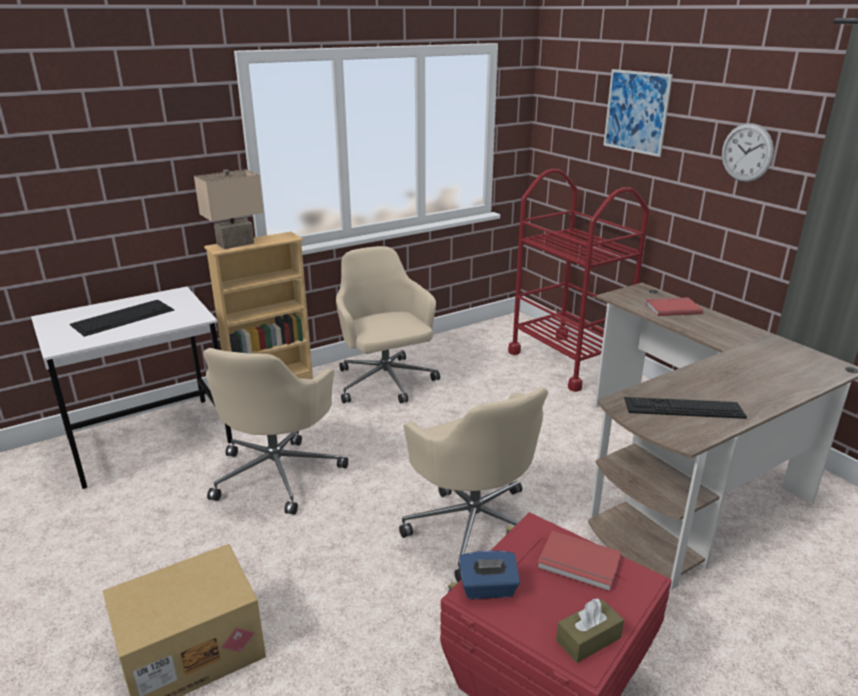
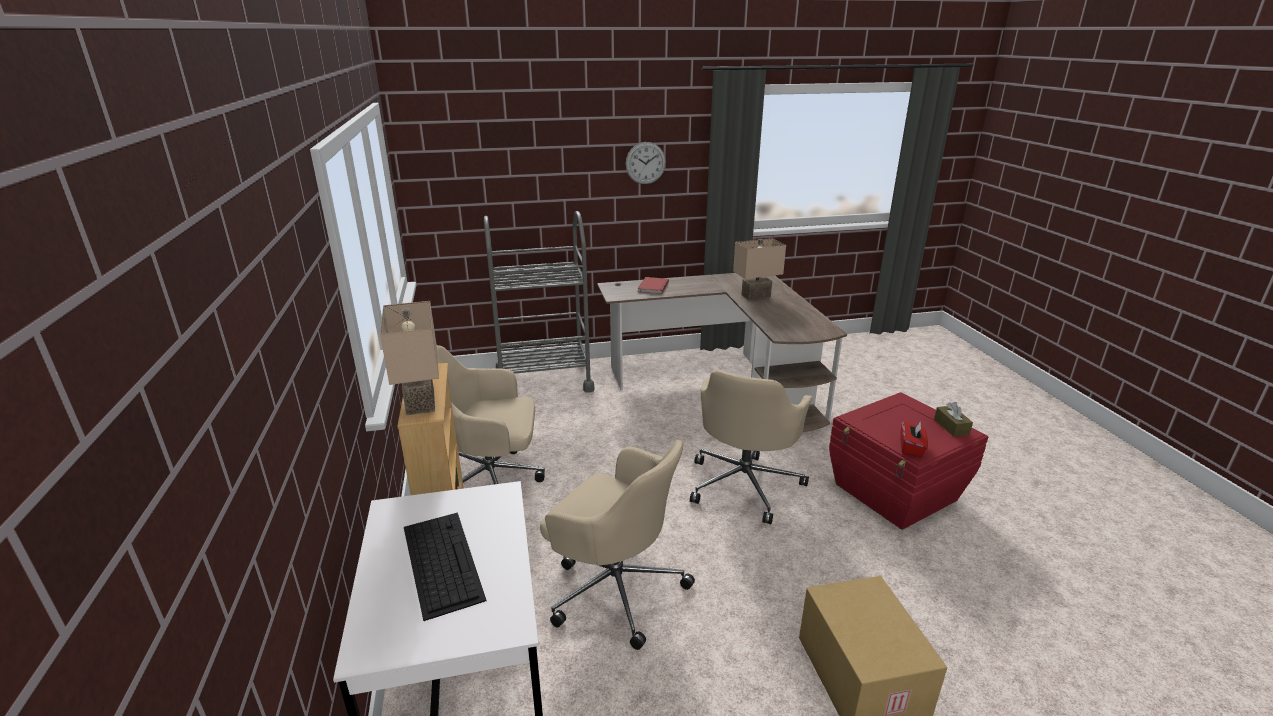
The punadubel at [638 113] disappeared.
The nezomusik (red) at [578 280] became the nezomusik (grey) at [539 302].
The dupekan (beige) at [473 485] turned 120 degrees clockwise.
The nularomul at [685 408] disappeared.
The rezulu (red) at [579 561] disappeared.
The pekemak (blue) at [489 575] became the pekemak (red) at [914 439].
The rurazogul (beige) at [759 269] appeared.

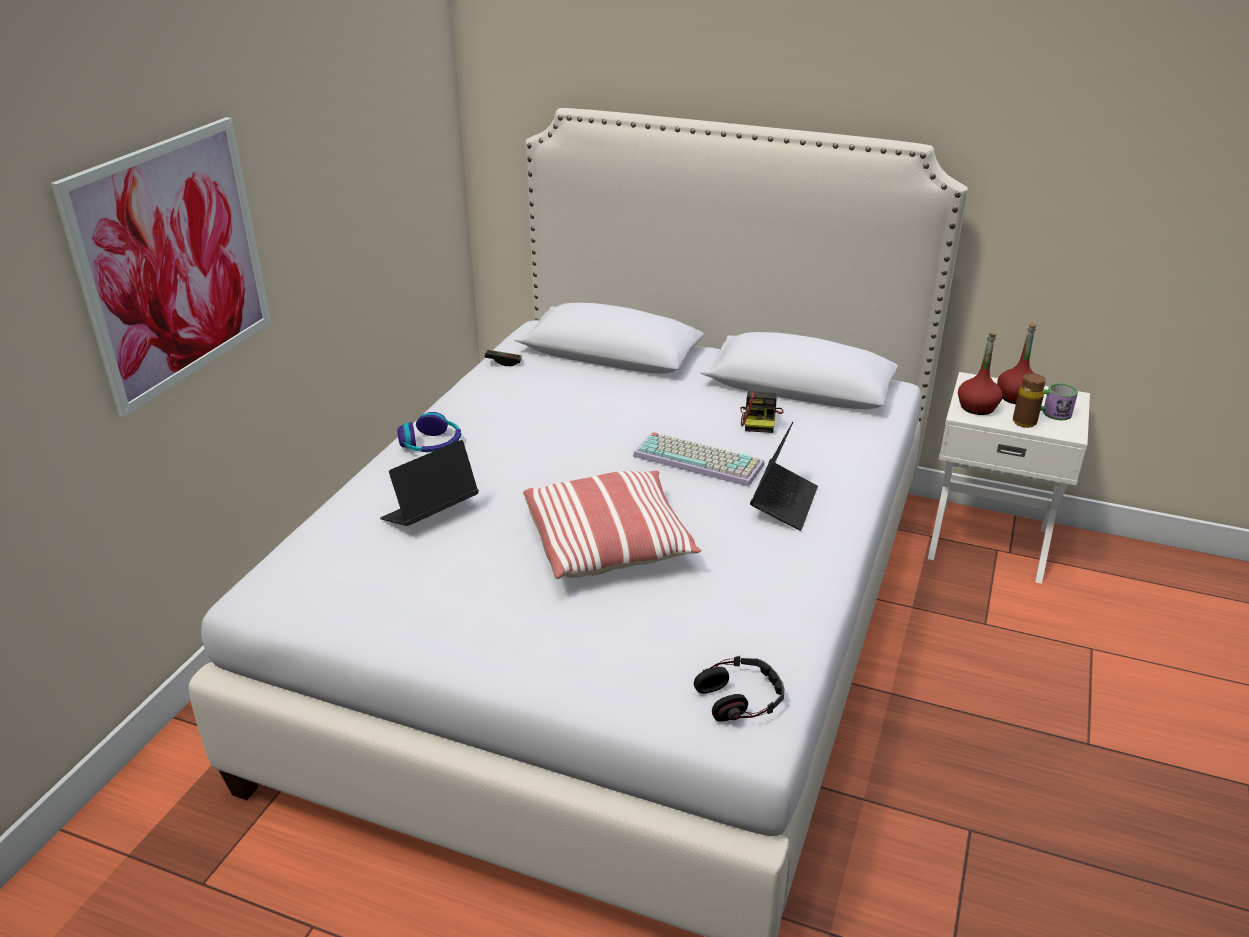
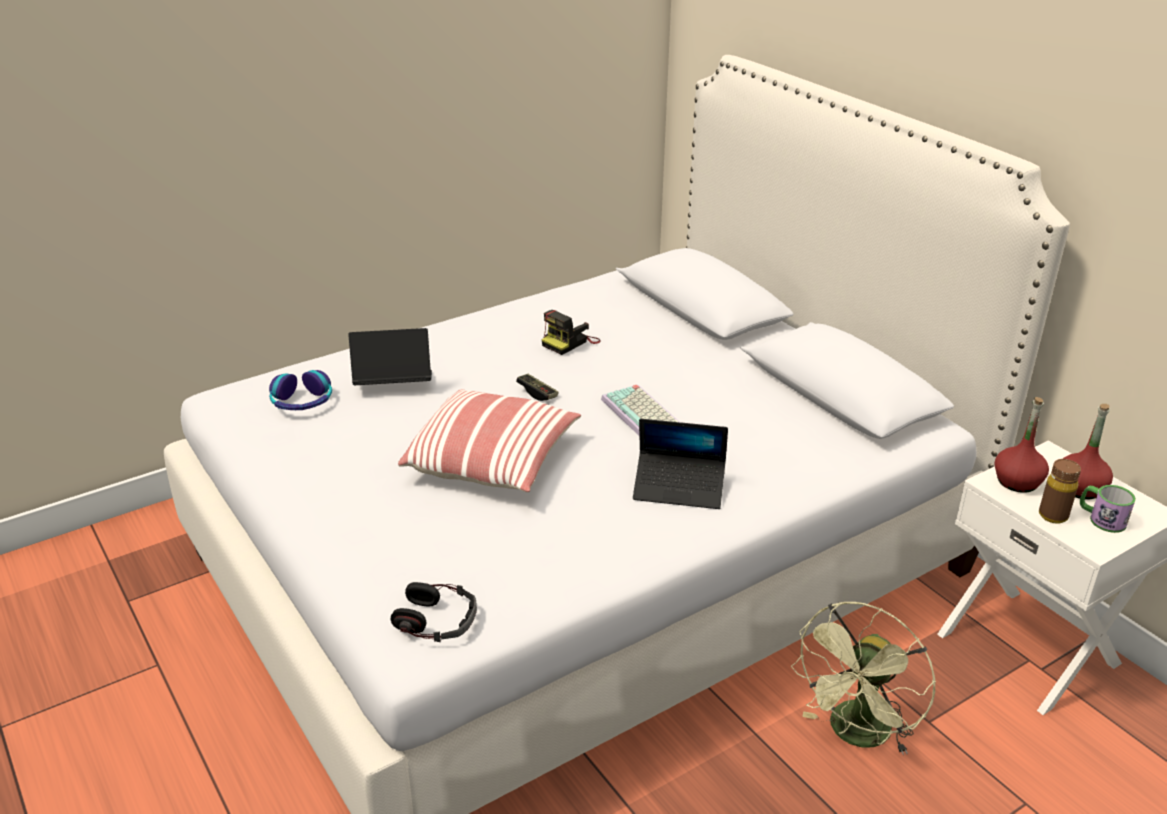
The punadubel at [161 267] disappeared.
The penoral moved from [503 358] to [537 387].
The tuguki moved from [762 412] to [571 332].
The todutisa moved from [429 432] to [300 390].
The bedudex at [784 476] turned 45 degrees clockwise.
The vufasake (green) at [863 678] appeared.

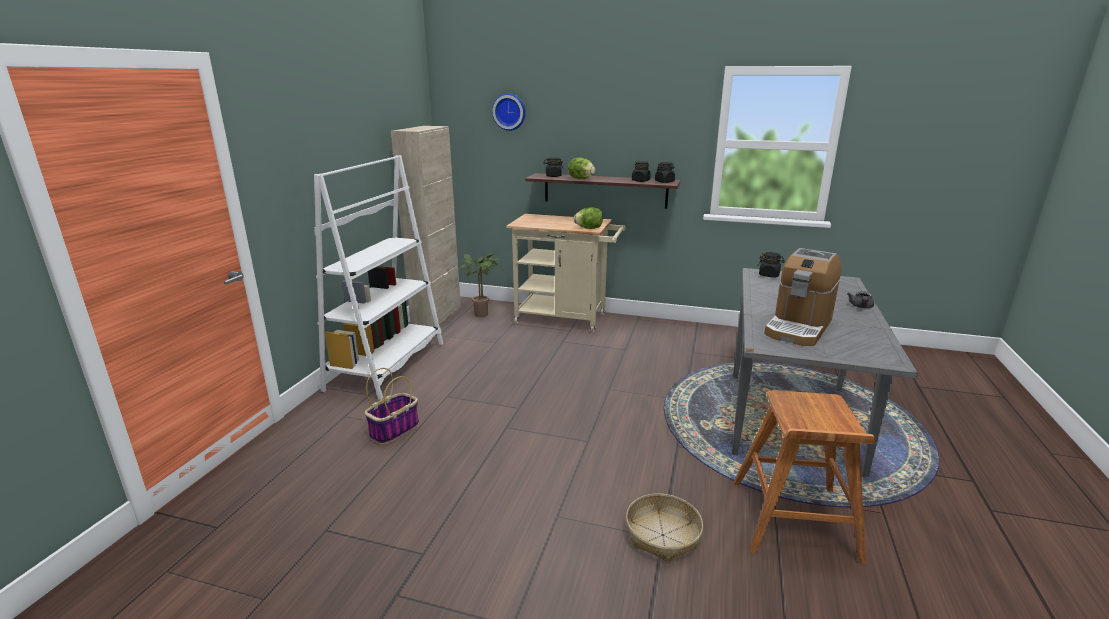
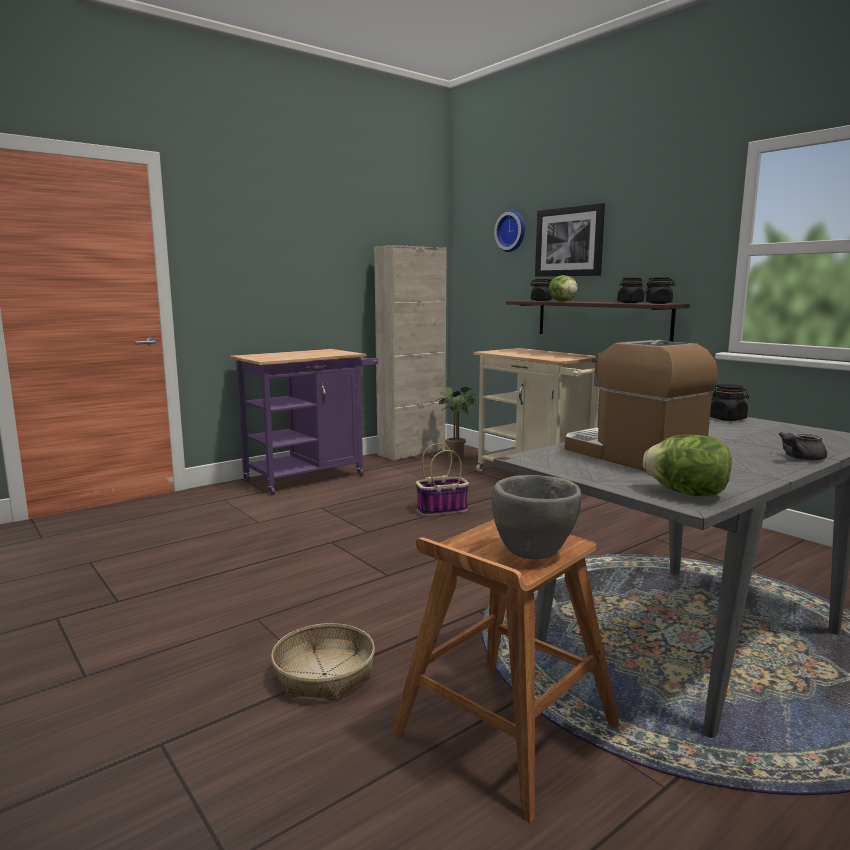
The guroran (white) at [378 277] was replaced by the nezomusik (purple) at [304 422].
The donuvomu moved from [588 218] to [687 465].
The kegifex at [802 297] turned 75 degrees clockwise.
The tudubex moved from [392 406] to [442 479].
The punadubel at [570 240] appeared.
The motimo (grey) at [537 517] appeared.

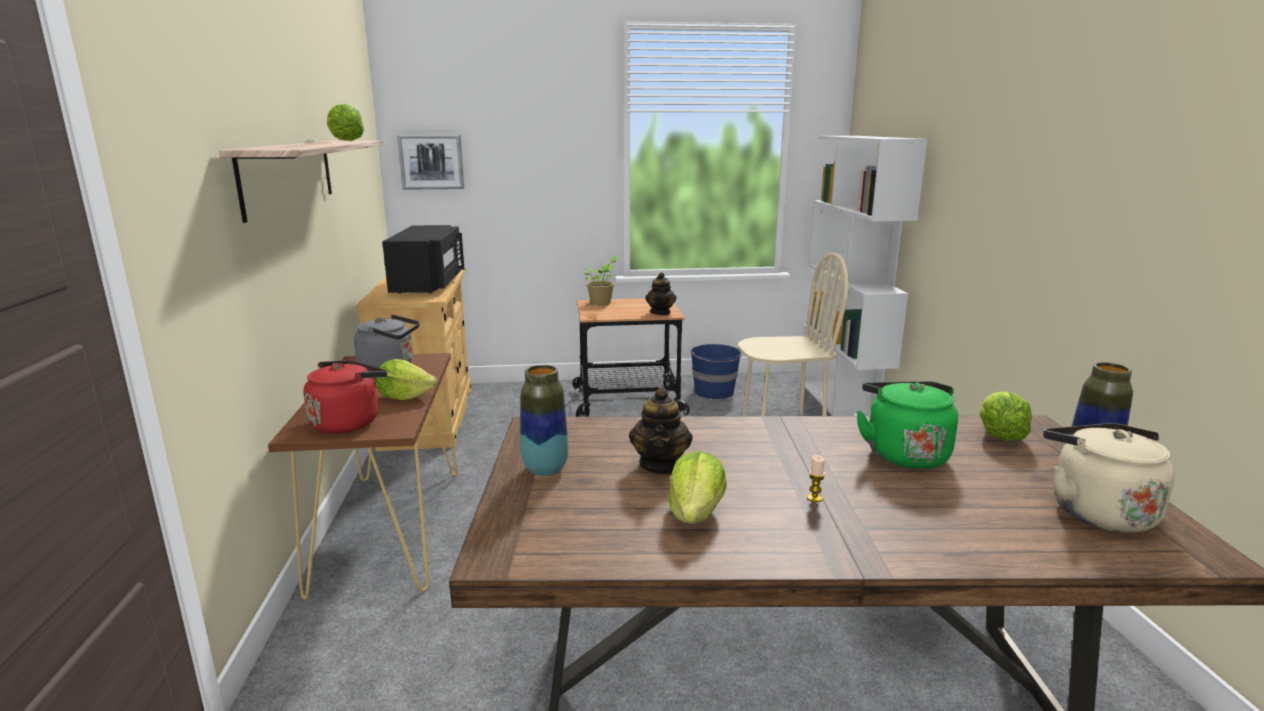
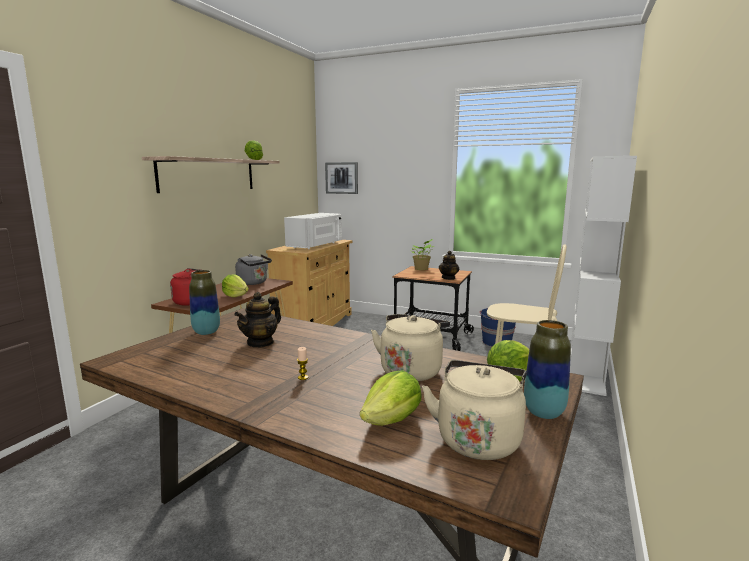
The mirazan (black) at [423 259] became the mirazan (white) at [313 231].
The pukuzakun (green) at [907 425] became the pukuzakun (beige) at [410 347].
The donuvomu moved from [697 487] to [391 398].

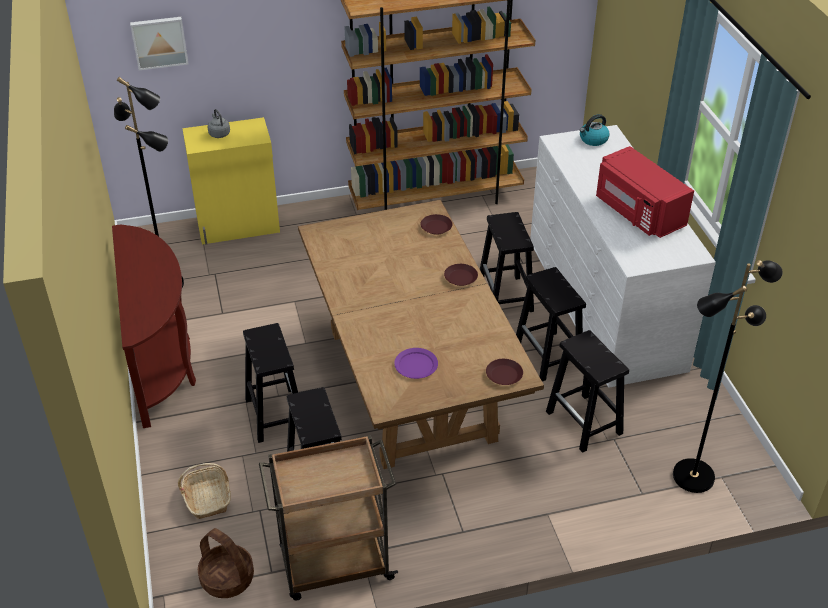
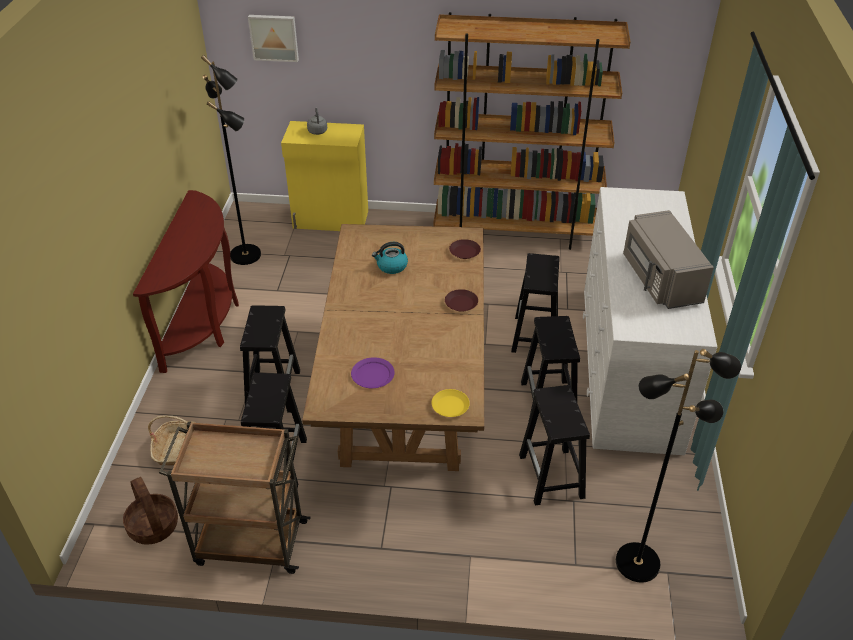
The pukuzakun moved from [594 130] to [390 258].
The mirazan (red) at [645 192] became the mirazan (grey) at [668 259].
The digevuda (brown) at [504 372] became the digevuda (yellow) at [451 403].

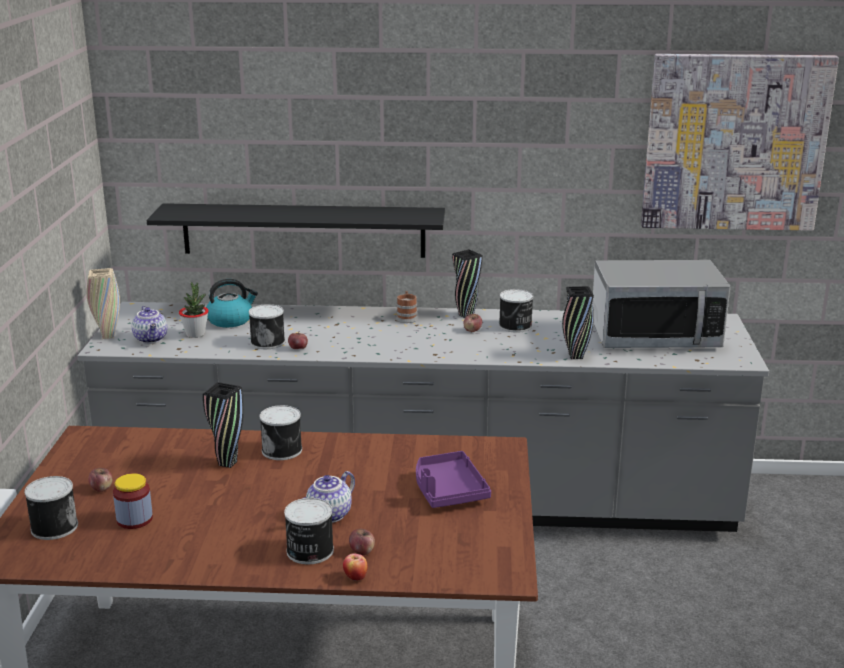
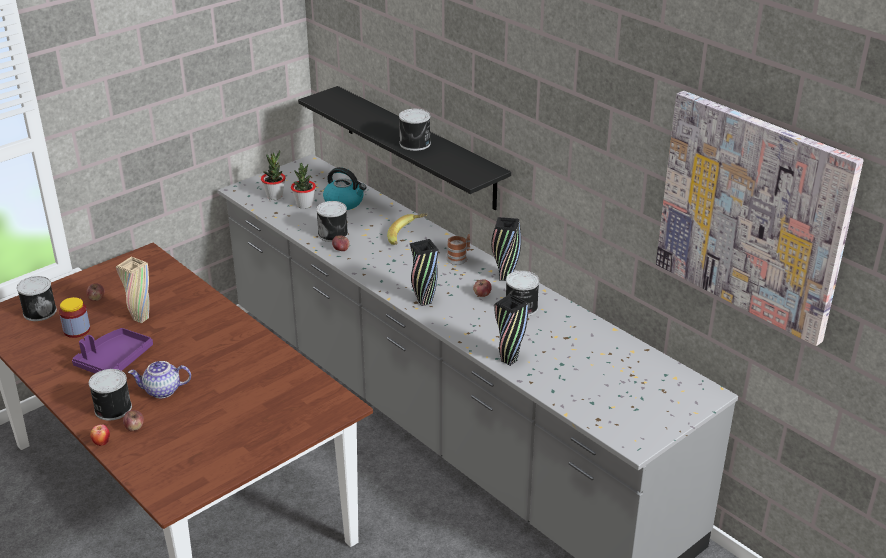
The mirazan at [661 304] disappeared.
The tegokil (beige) moved from [103 303] to [133 290].
The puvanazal at [149 325] was replaced by the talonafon at [273 175].
The tegokil (black) moved from [223 425] to [424 272].
The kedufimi moved from [281 432] to [415 129].
The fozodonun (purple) moved from [453 479] to [112 350].
The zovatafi at [407 229] appeared.

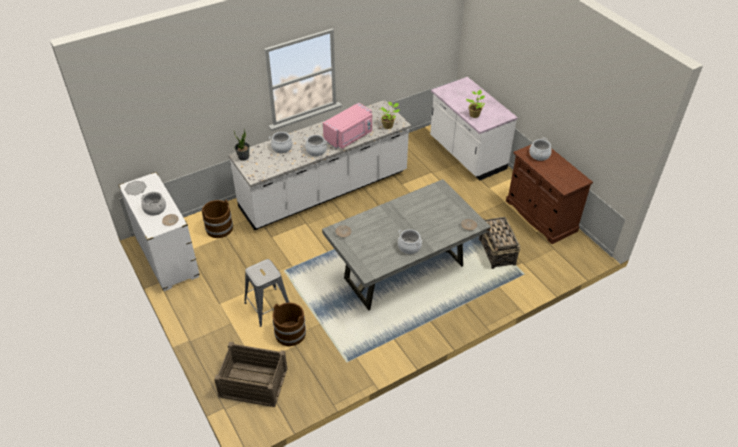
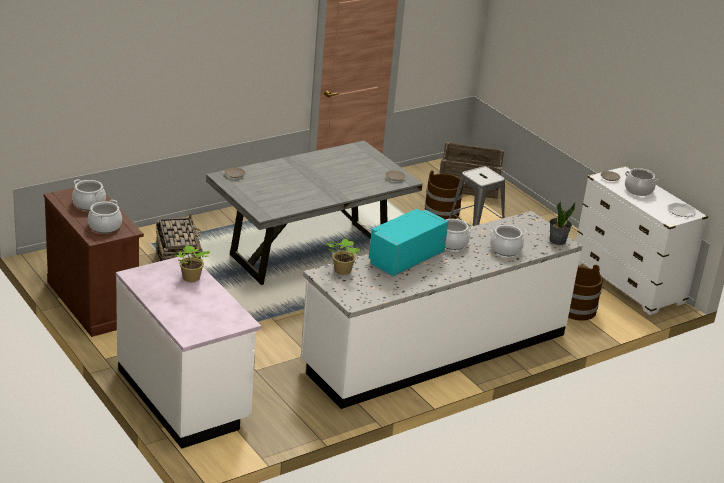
The mirazan (pink) at [347 125] became the mirazan (turquoise) at [408 243].
The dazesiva moved from [410 241] to [89 194].

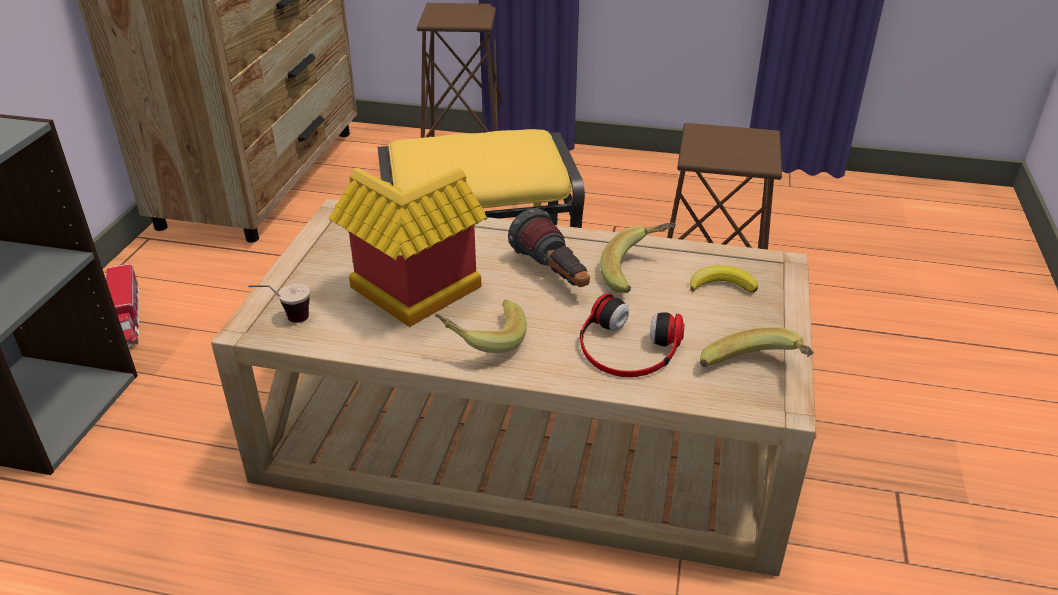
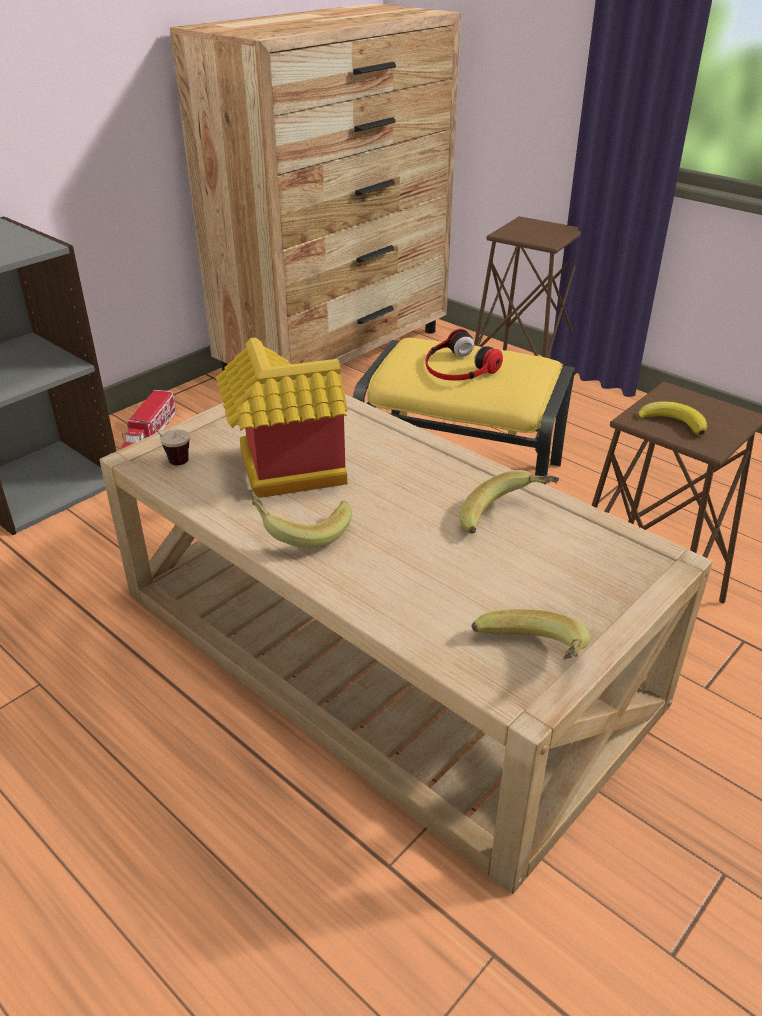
The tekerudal at [549 247] disappeared.
The zovatafi moved from [724 279] to [672 418].
The todutisa moved from [632 335] to [464 355].

